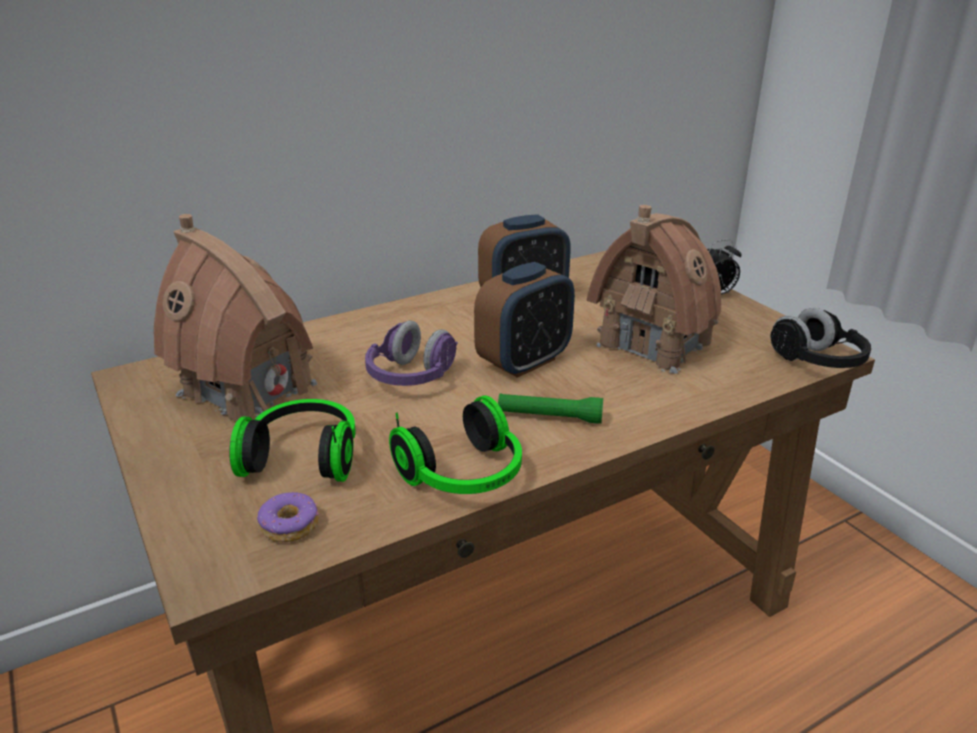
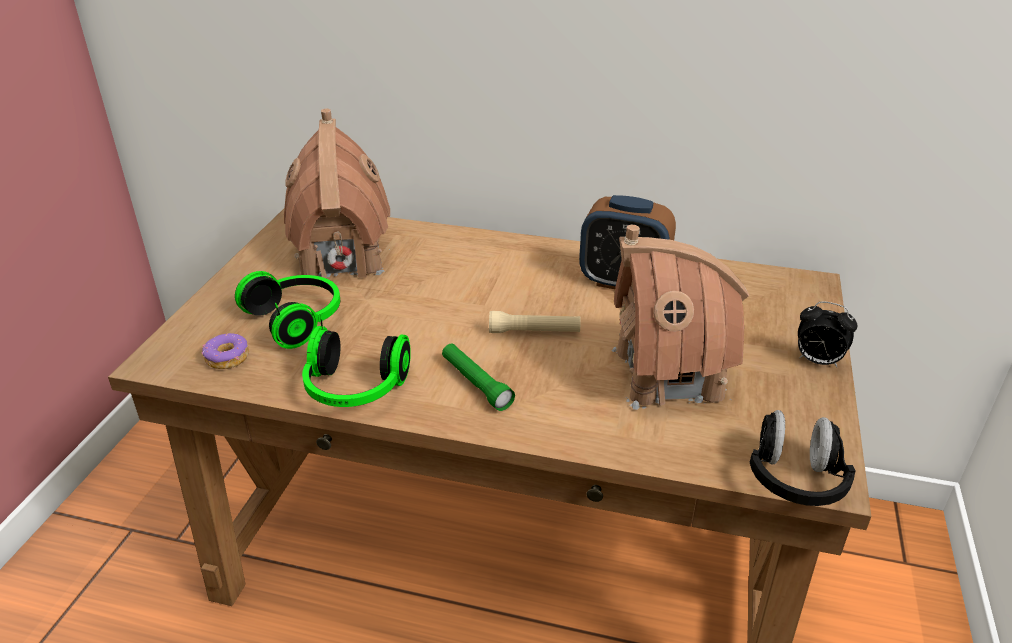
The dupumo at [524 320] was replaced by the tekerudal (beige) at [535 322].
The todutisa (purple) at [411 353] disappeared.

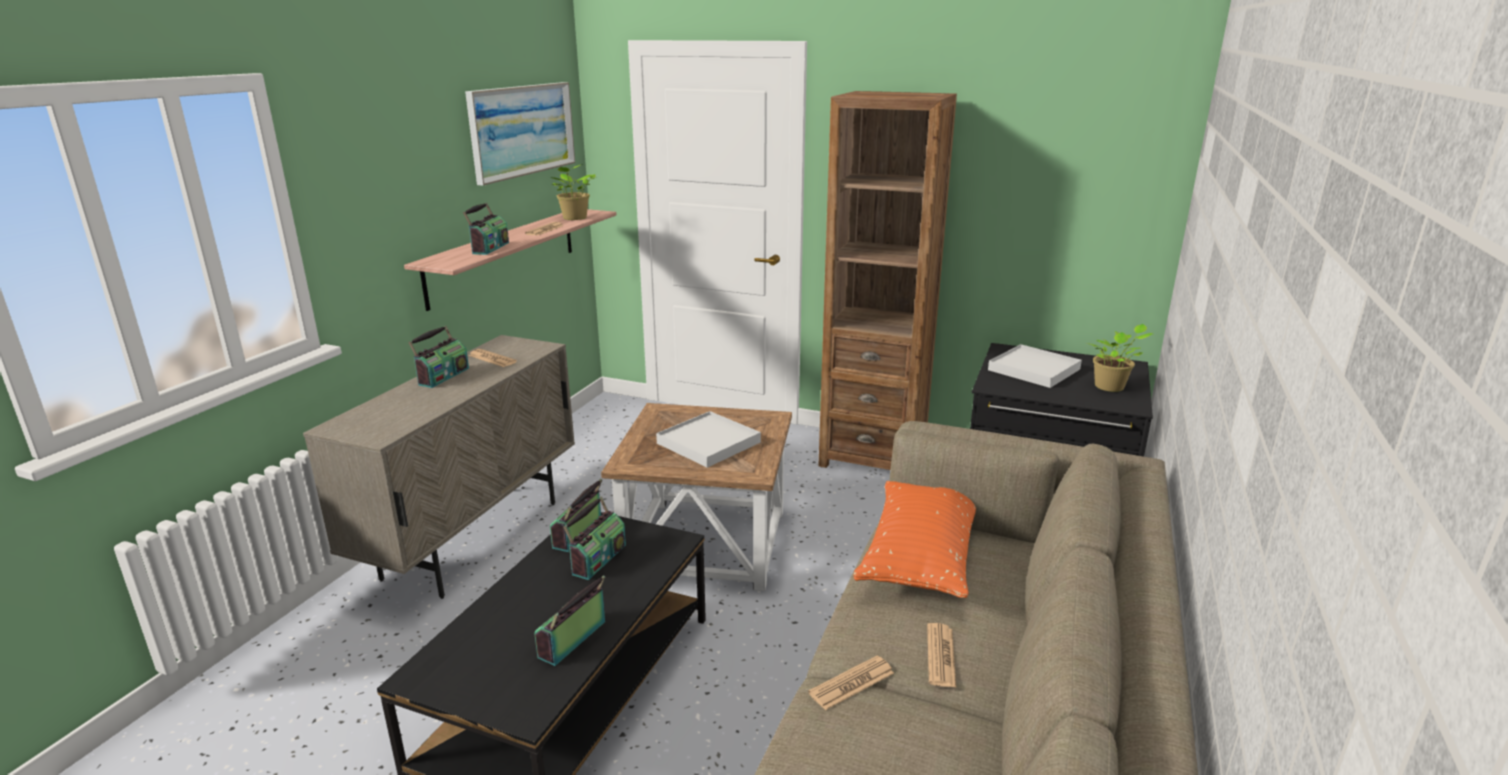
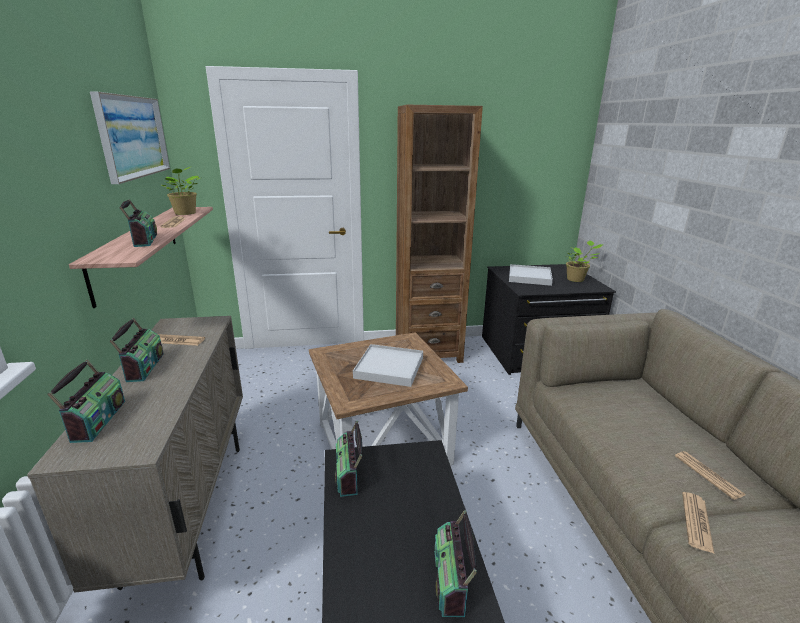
The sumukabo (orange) at [915 539] disappeared.
The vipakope moved from [594 538] to [86 401].

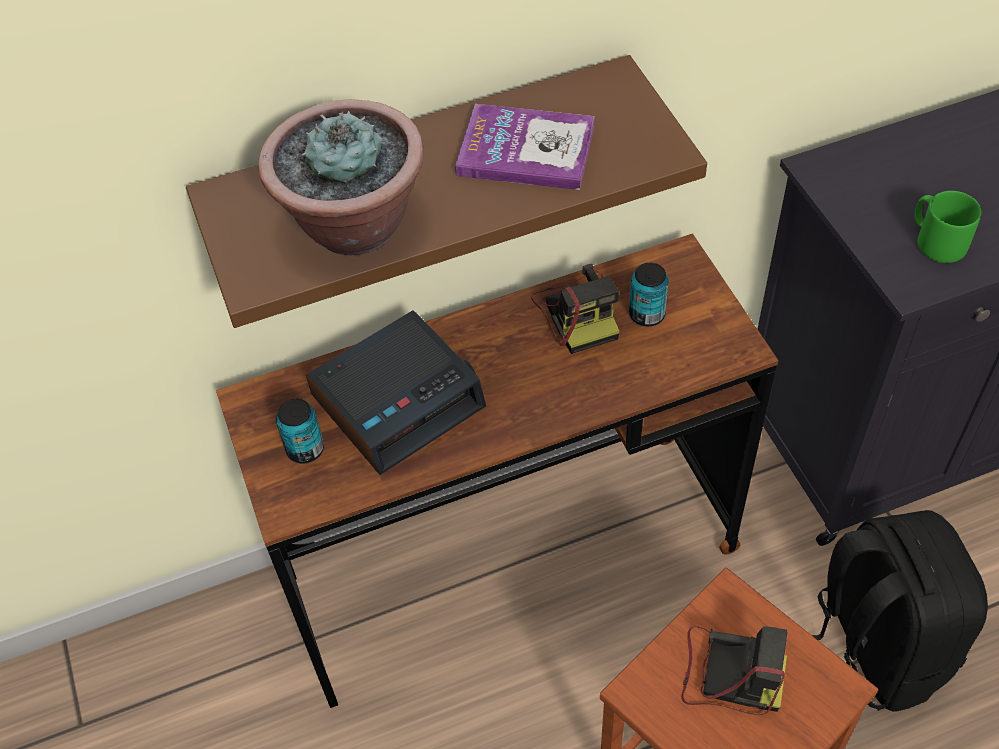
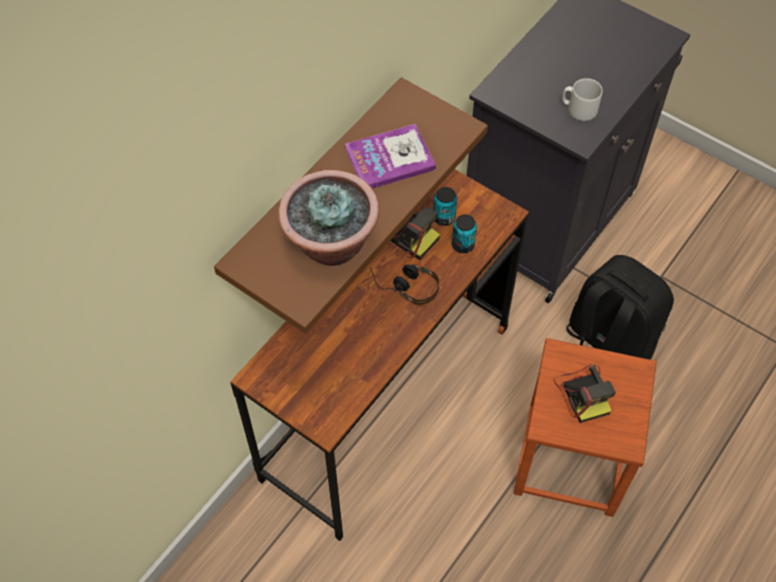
The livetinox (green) at [948 227] became the livetinox (grey) at [582 99].
The dupumo at [396 392] disappeared.
The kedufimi moved from [300 430] to [464 233].
The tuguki at [734 670] turned 90 degrees clockwise.
The todutisa at [404 284] appeared.

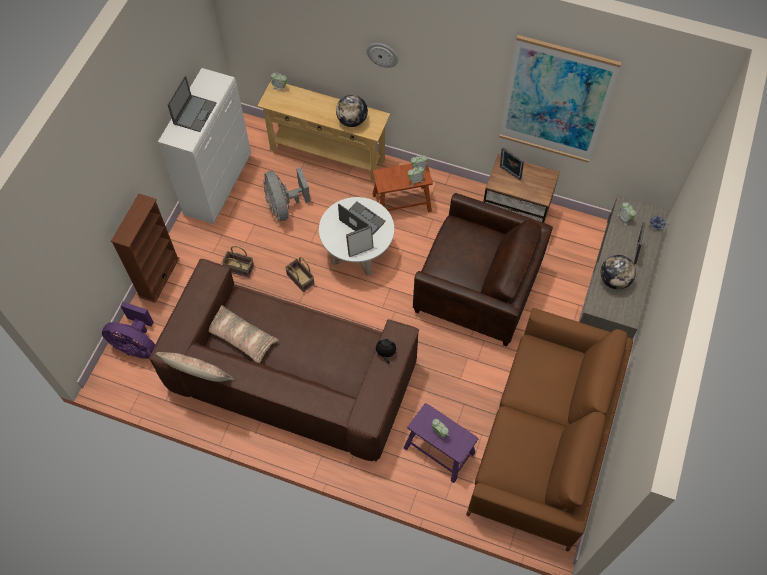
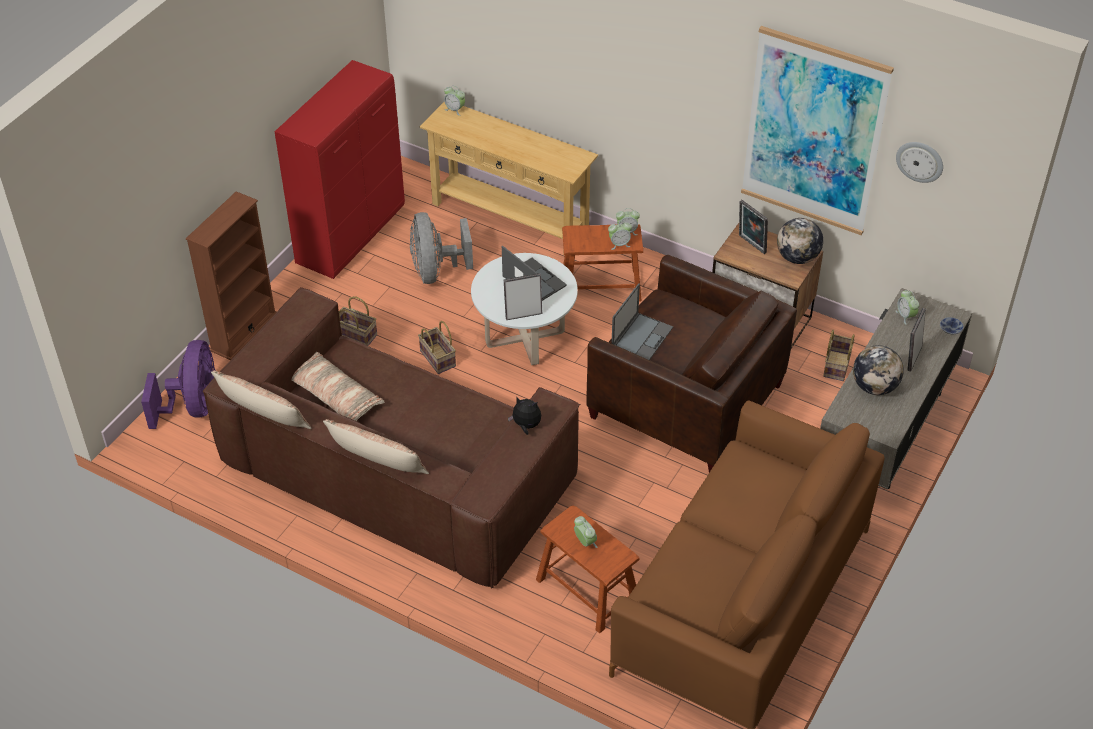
The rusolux moved from [382 55] to [919 162].
The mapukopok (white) at [204 146] became the mapukopok (red) at [339 169].
The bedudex moved from [192 103] to [642 321].
The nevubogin moved from [352 111] to [800 241].
The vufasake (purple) at [128 330] turned 120 degrees counterclockwise.
The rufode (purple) at [441 443] became the rufode (brown) at [587 569].
The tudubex at [839 355] appeared.
The sumukabo at [376 446] appeared.

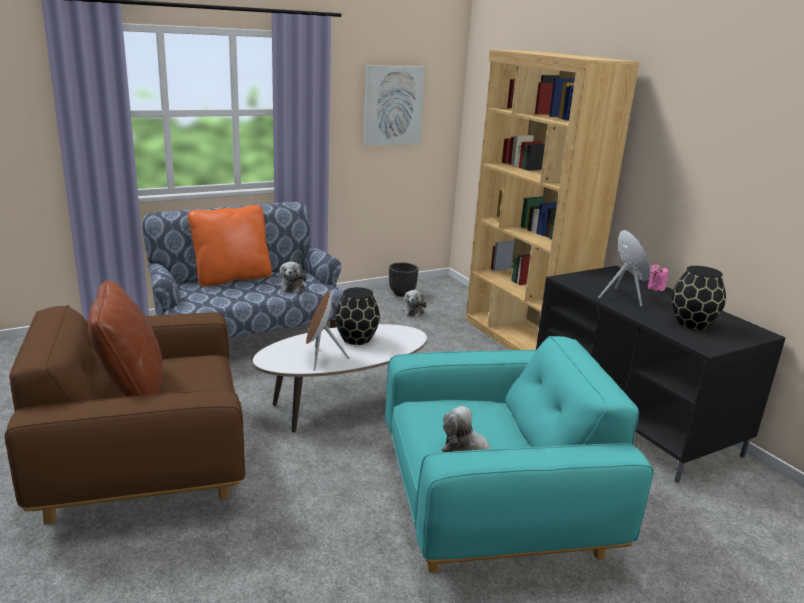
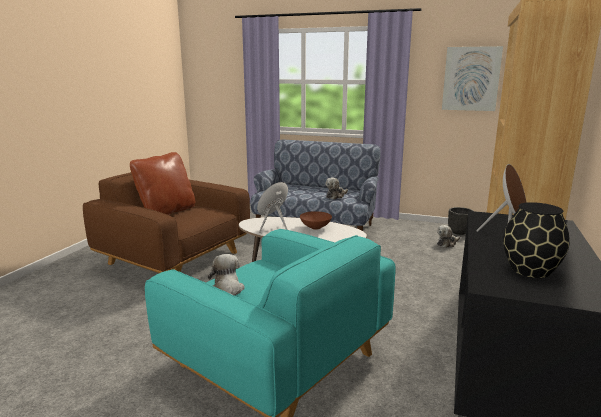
The sumukabo (orange) at [230 246] disappeared.
The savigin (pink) at [658 278] disappeared.
The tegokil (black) at [357 316] was replaced by the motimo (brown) at [316 220].

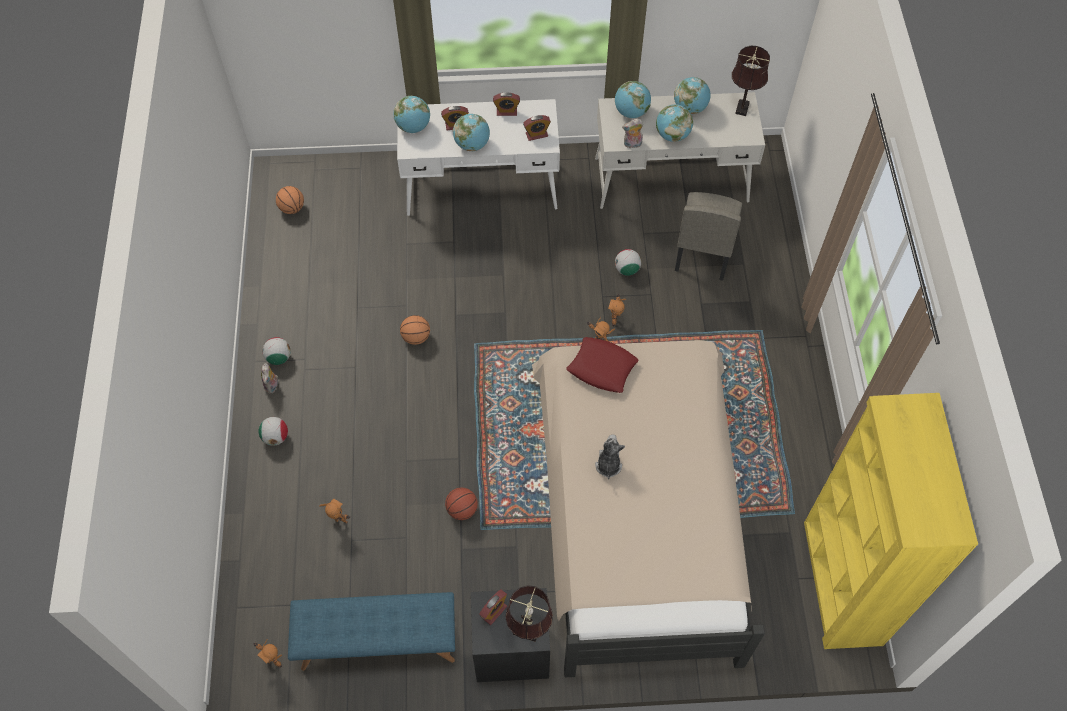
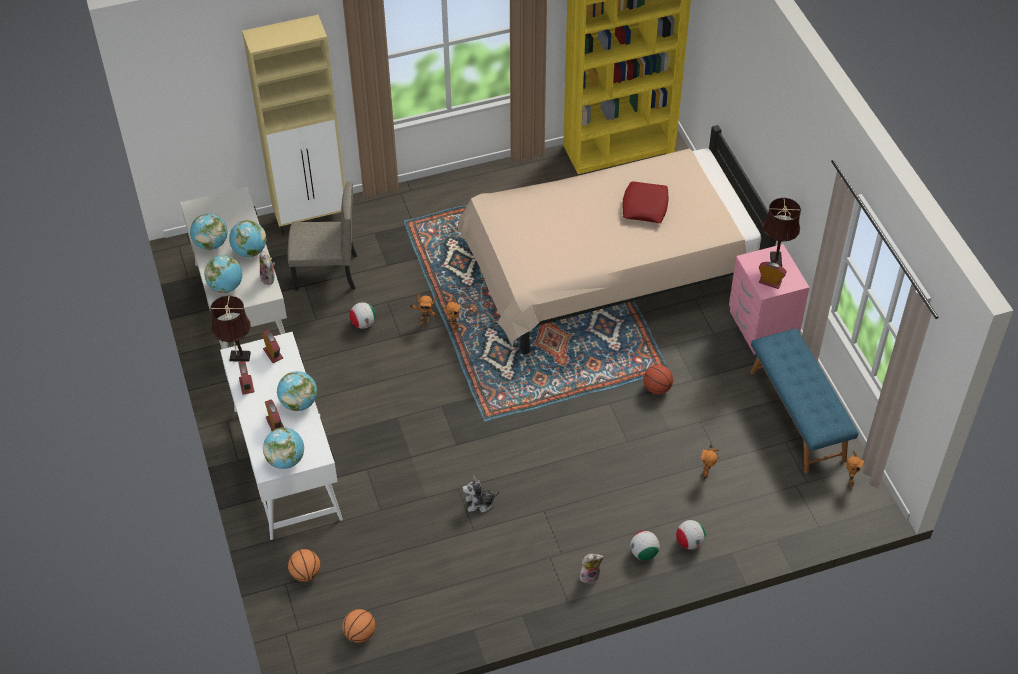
The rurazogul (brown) moved from [751 81] to [230 328].
The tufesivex moved from [415 330] to [304 565].
The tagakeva moved from [277 351] to [691 535].
The sumukabo (red) moved from [602 365] to [645 202].
The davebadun moved from [610 457] to [481 493].
The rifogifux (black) at [510 635] became the rifogifux (pink) at [769 299].
The mapukopok (beige) at [293 125] appeared.

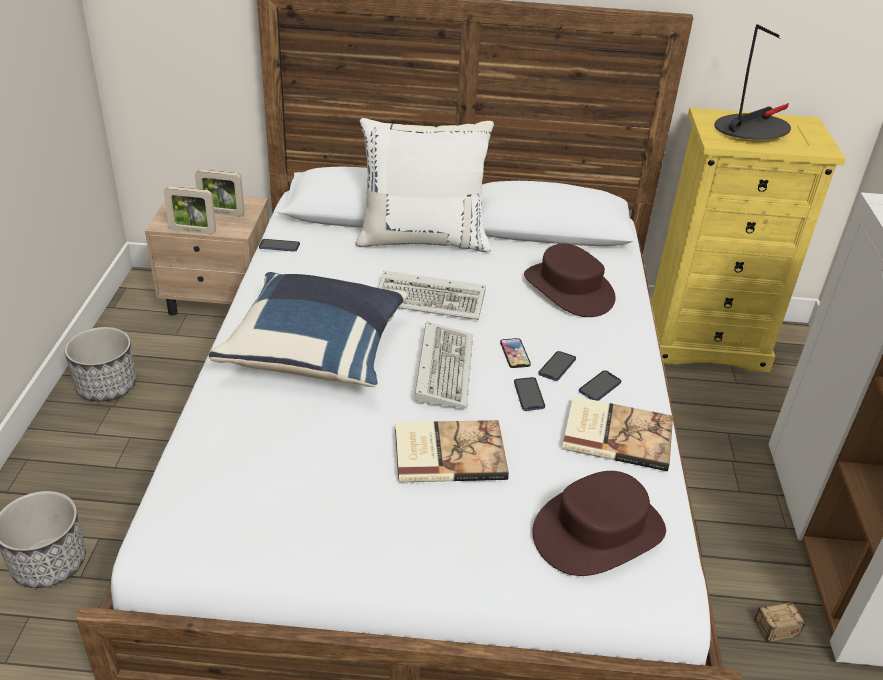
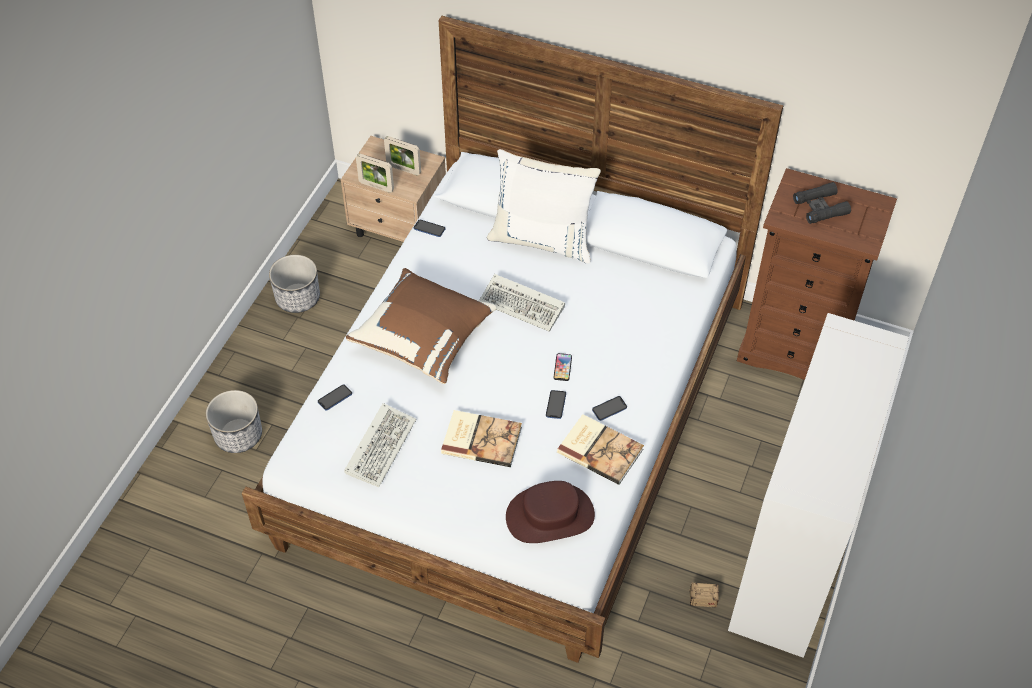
The rurazogul at [753 82] was replaced by the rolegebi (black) at [822 203].
The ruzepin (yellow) at [748 239] became the ruzepin (brown) at [817 274].
The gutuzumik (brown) at [570 280] disappeared.
The sumukabo (blue) at [308 329] became the sumukabo (brown) at [421 326].
The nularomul moved from [443 365] to [380 445].
The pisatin moved from [557 366] to [335 397].

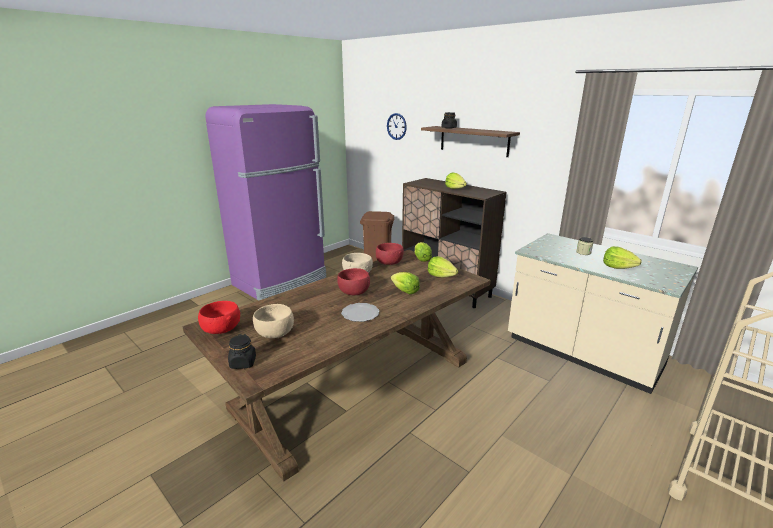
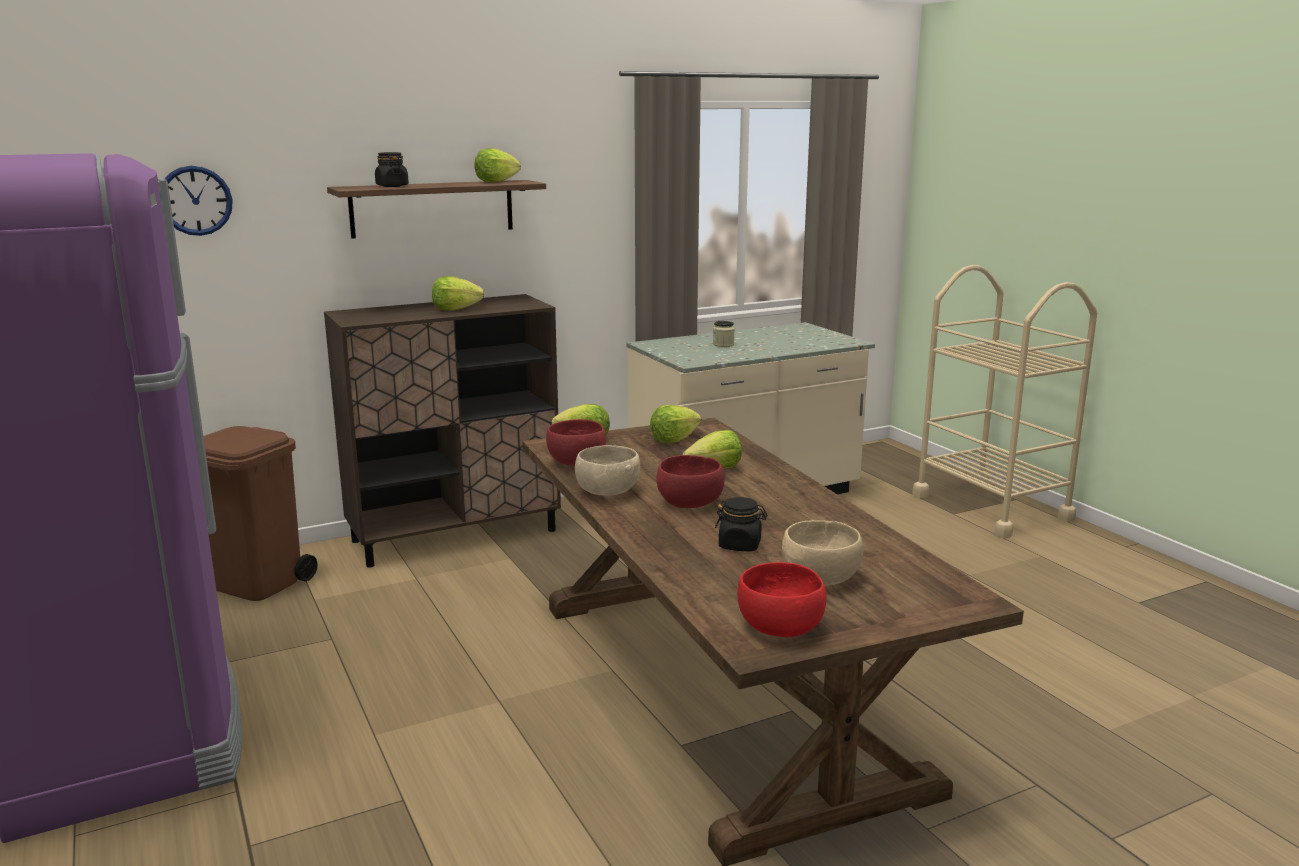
The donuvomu moved from [622 257] to [497 165].
The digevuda at [360 312] disappeared.
The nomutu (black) moved from [242 351] to [741 524].

